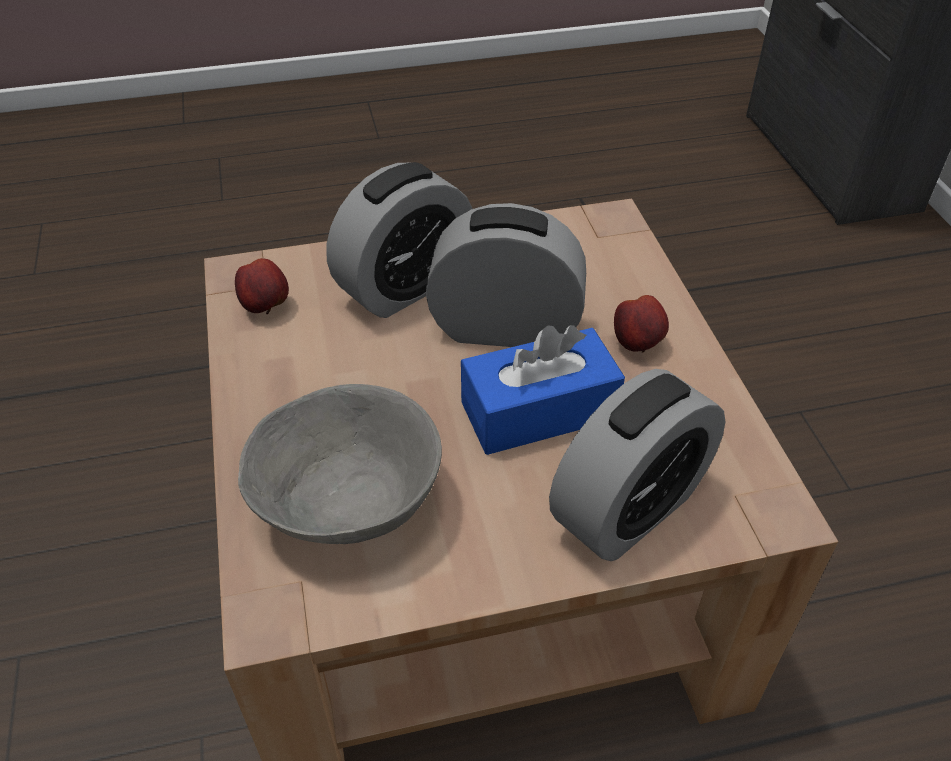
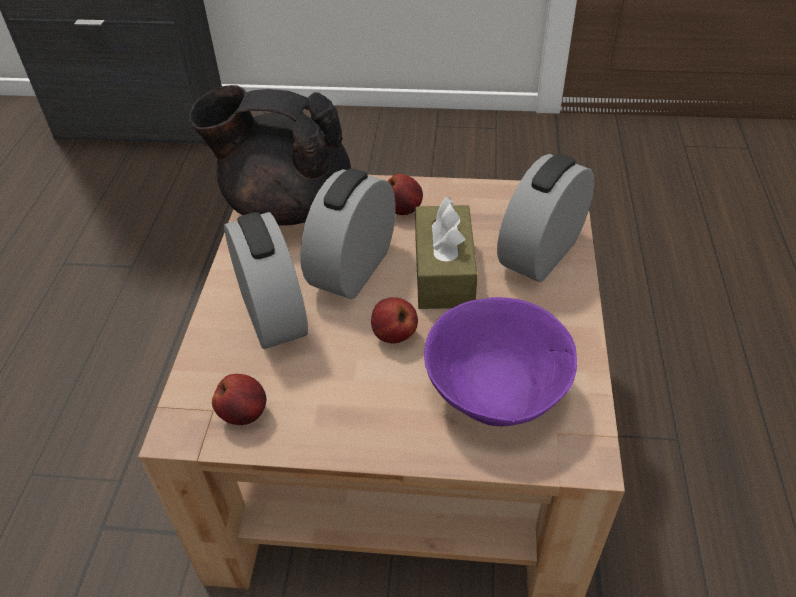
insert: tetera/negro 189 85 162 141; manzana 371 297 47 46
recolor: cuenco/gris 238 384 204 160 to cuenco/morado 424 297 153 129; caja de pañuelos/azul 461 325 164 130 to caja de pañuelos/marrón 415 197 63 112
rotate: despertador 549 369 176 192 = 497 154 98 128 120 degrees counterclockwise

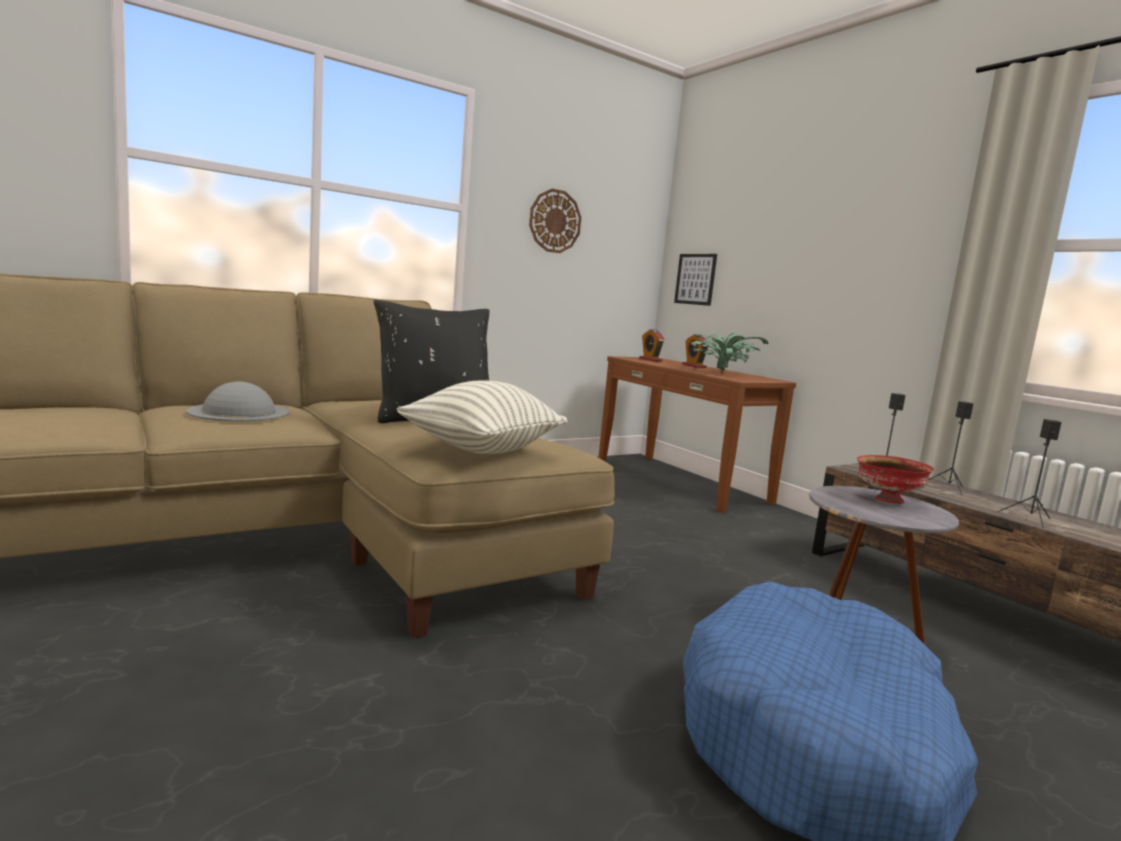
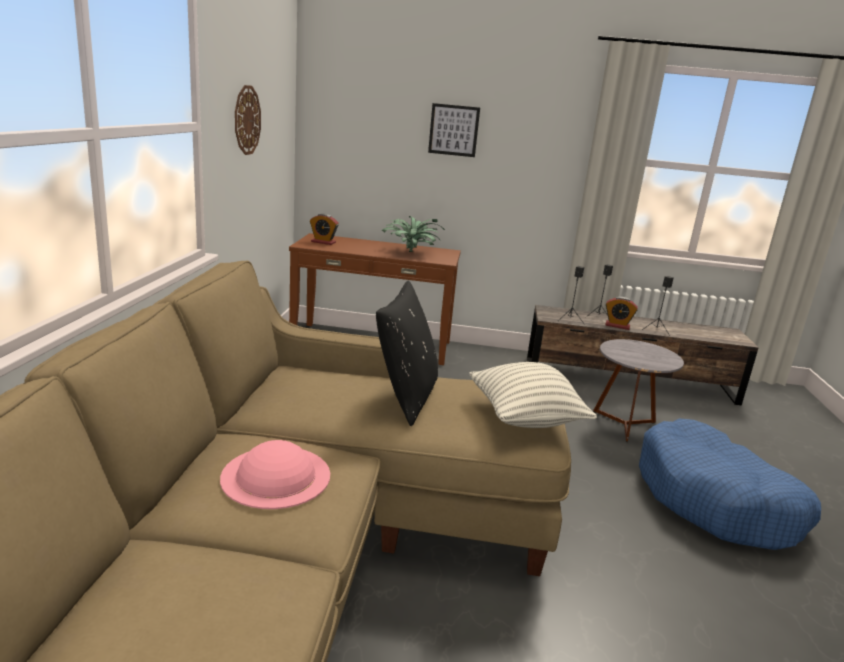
delete: cuenco/rojo 857 455 77 49
move: cuadro 674 254 43 52 to 428 103 52 54; despertador 682 334 26 34 to 605 297 33 33
recolor: sombrero/gris 186 381 104 40 to sombrero/rosa 220 440 110 69

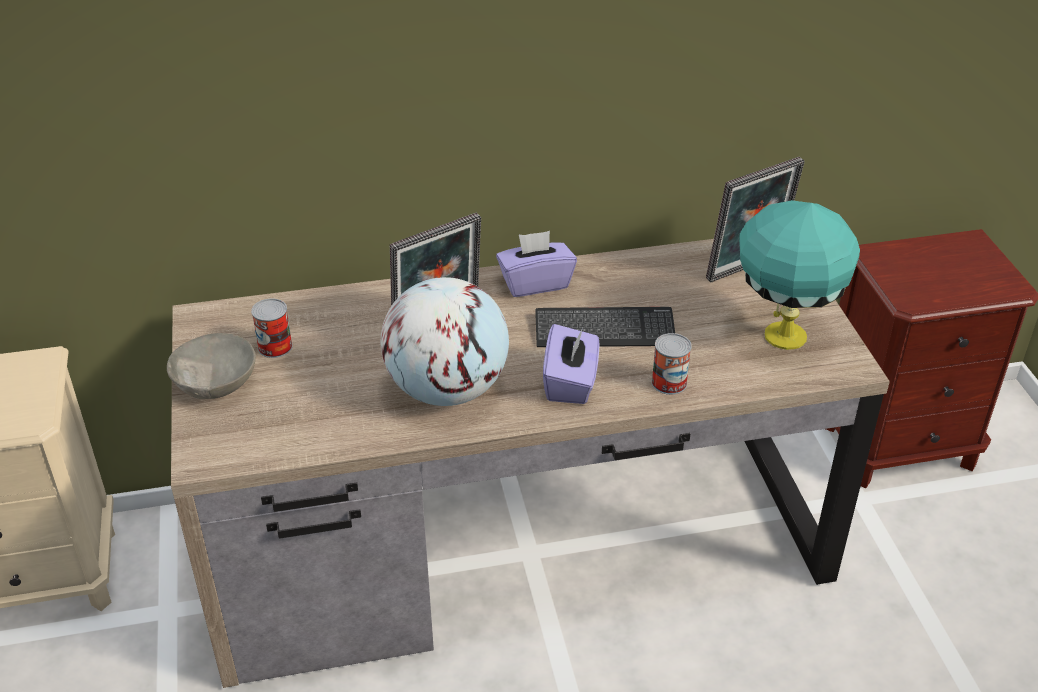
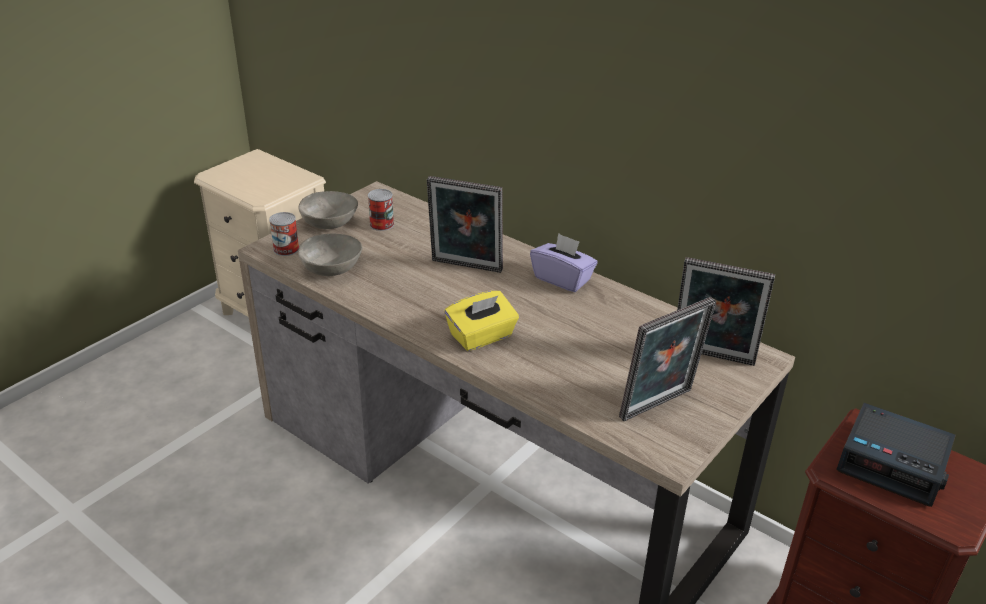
delete: globo terráqueo 381 277 128 129; teclado 535 307 140 40
insert: cuenco/gris 298 233 64 43; despertador 836 403 120 104
move: lata 651 333 41 62 to 269 212 30 44
replace: lámpara de mesa/turquesa 739 200 121 150 to portarretratos 619 297 97 124
recolor: caja de pañuelos/morado 543 324 57 80 to caja de pañuelos/amarillo 445 291 74 60

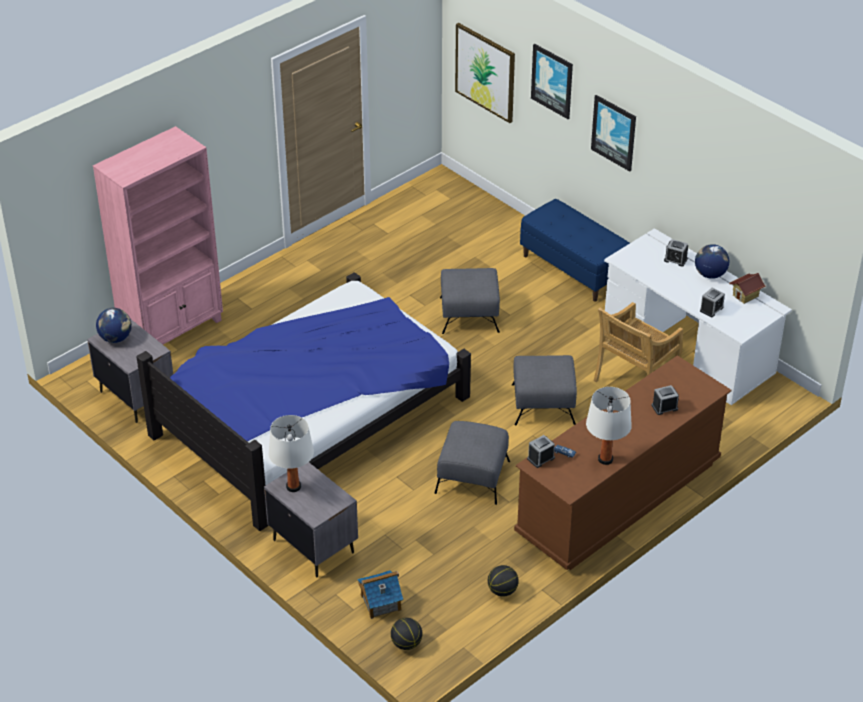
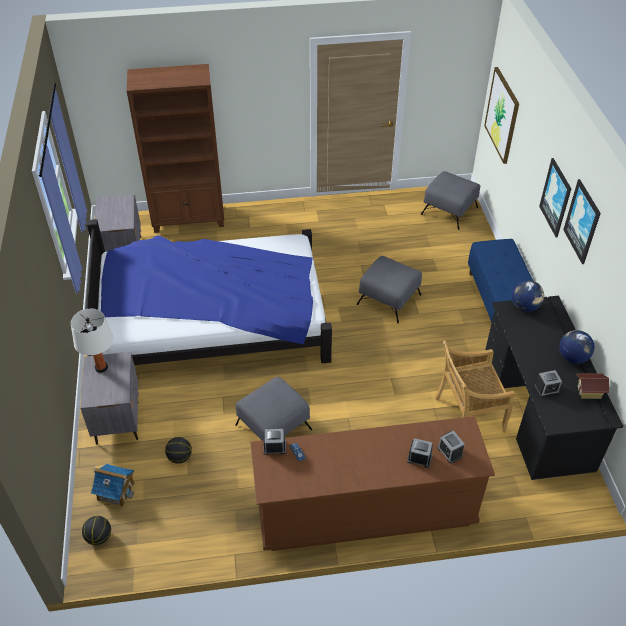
delete: lámpara de mesa/blanco 586 387 46 78
move: globo terráqueo 96 308 36 35 to 512 280 32 32; balón de baloncesto 488 565 31 32 to 165 437 27 27; puf/gris 512 355 65 71 to 421 171 59 59; cuadro 531 44 42 75 to 563 179 38 85; despertador 664 239 24 28 to 437 431 28 32
recolor: estantería/rosa 93 126 130 218 to estantería/marrón 127 64 97 169; escritorio/blanco 604 228 188 177 to escritorio/negro 485 296 138 184

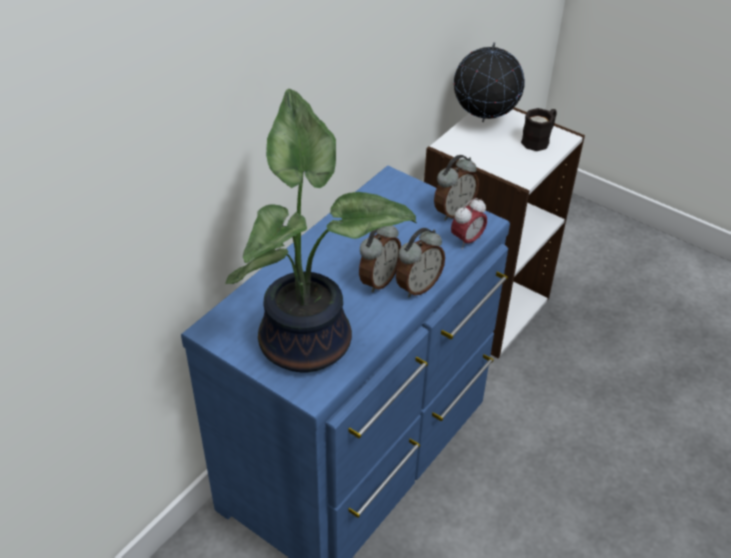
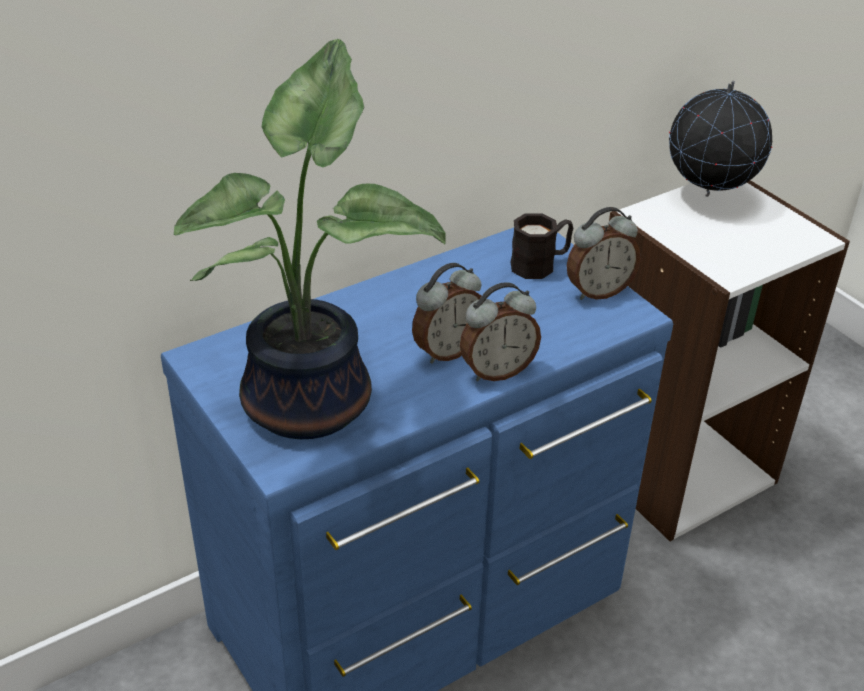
delete: despertador 451 198 36 51
move: taza grande/negro 521 108 36 43 to 511 213 62 66

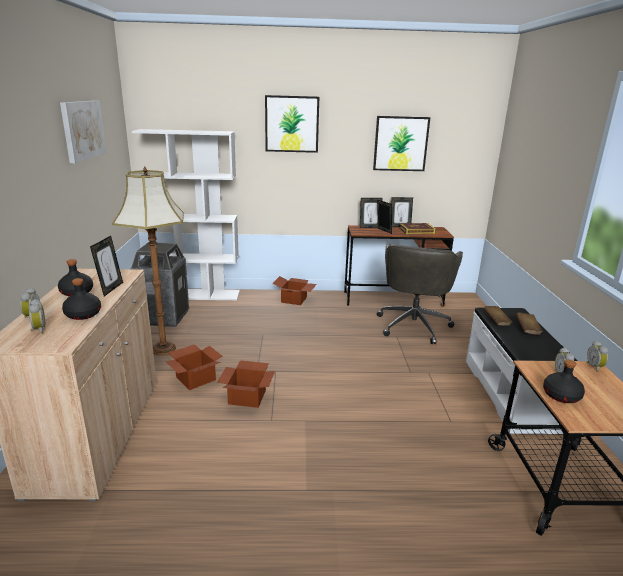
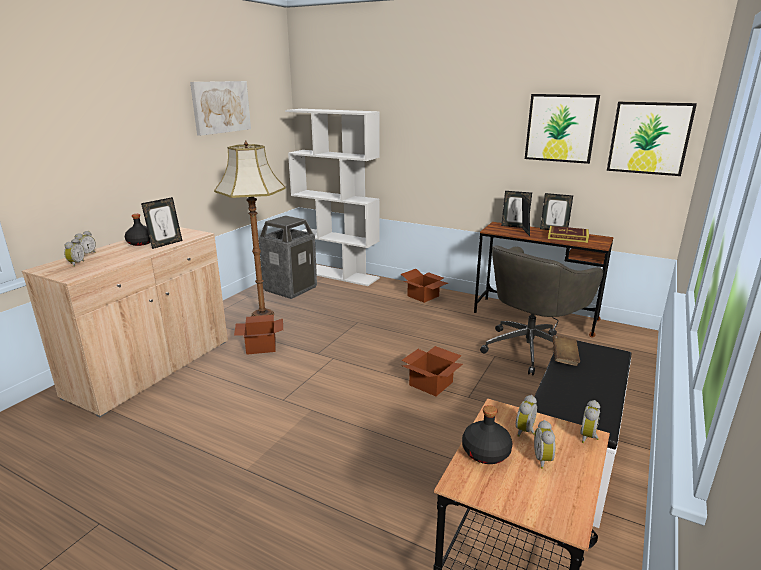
delete: botella/negro 62 278 39 42; libro/marrón 516 312 27 23
insert: despertador 534 420 22 49
move: caja de cartón 217 360 58 48 to 402 346 61 50; cuadro 265 95 54 58 to 607 102 90 74

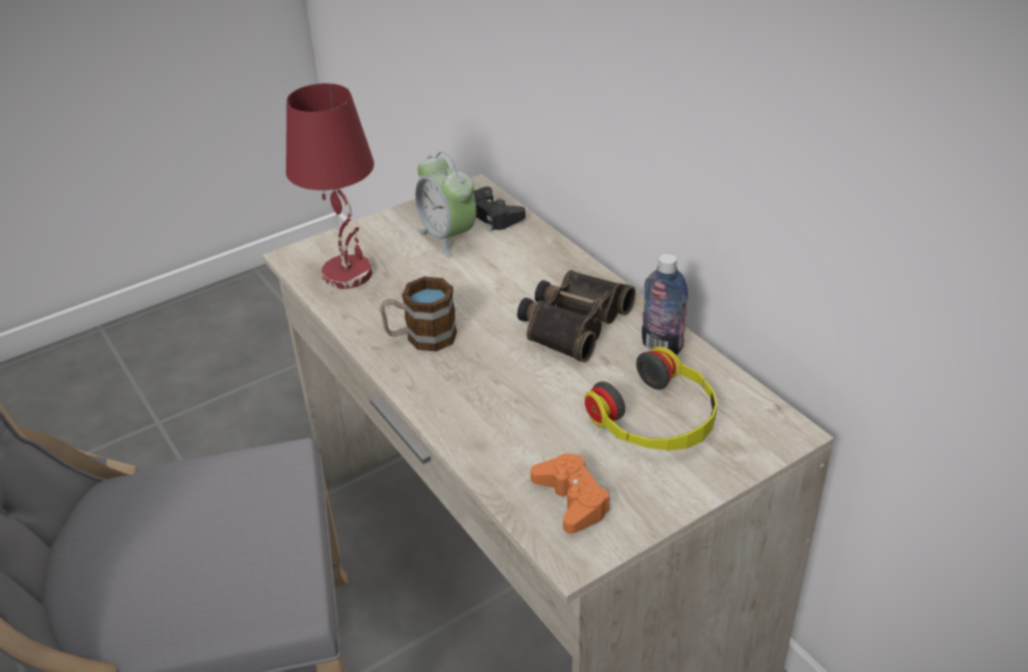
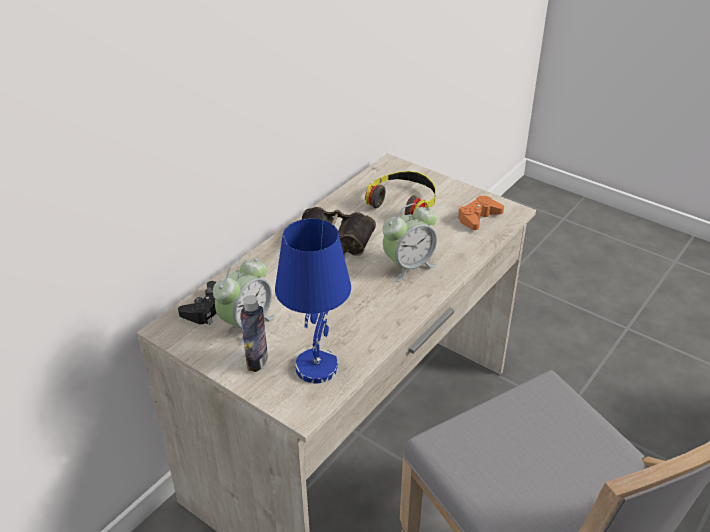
delete: taza grande 380 277 77 74
insert: despertador 383 203 54 79
move: botella 642 254 46 101 to 240 295 28 77
recolor: lámpara de mesa/rojo 286 83 88 206 to lámpara de mesa/azul 275 218 76 165

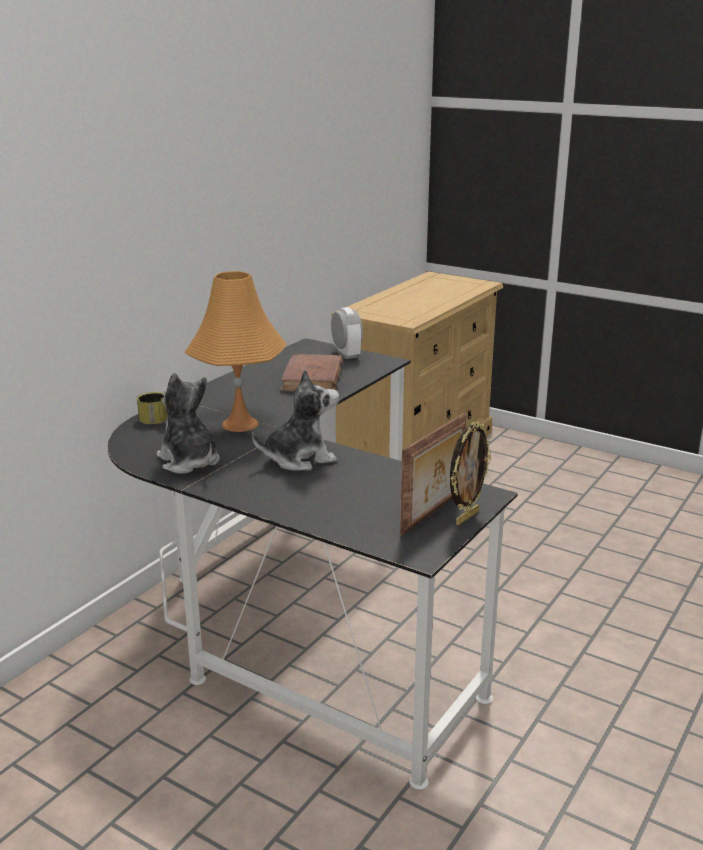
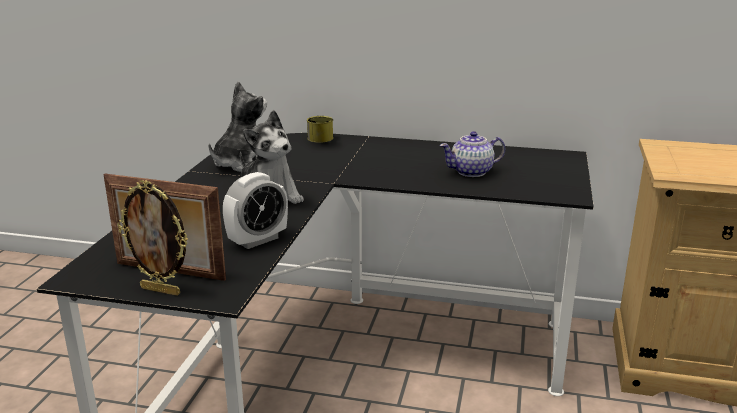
delete: lámpara de mesa/naranja 185 271 101 161
move: despertador 331 307 32 52 to 223 172 65 77
replace: libro/marrón 280 354 63 38 to tetera 440 131 65 46

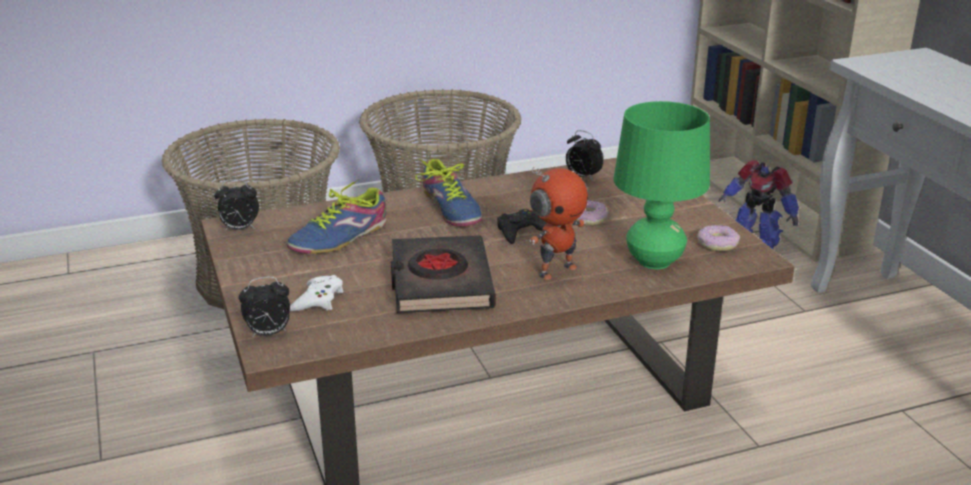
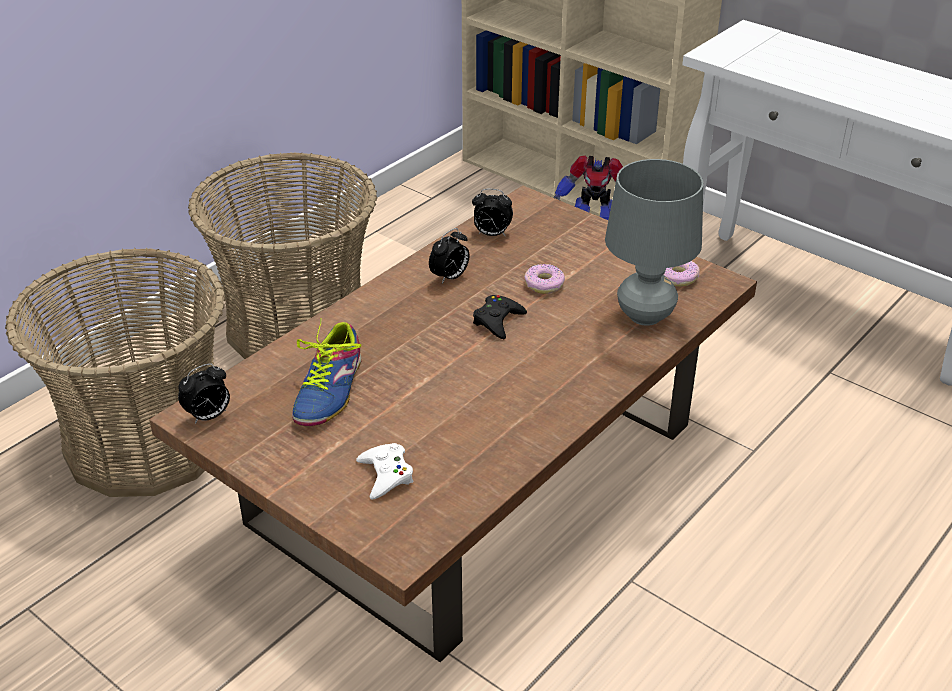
delete: libro/negro 391 235 105 78; zapato 415 158 67 69; robot de juguete 529 167 59 113
move: despertador 239 276 51 62 to 429 228 41 56
recolor: lámpara de mesa/verde 614 101 96 168 to lámpara de mesa/gris 605 159 98 167

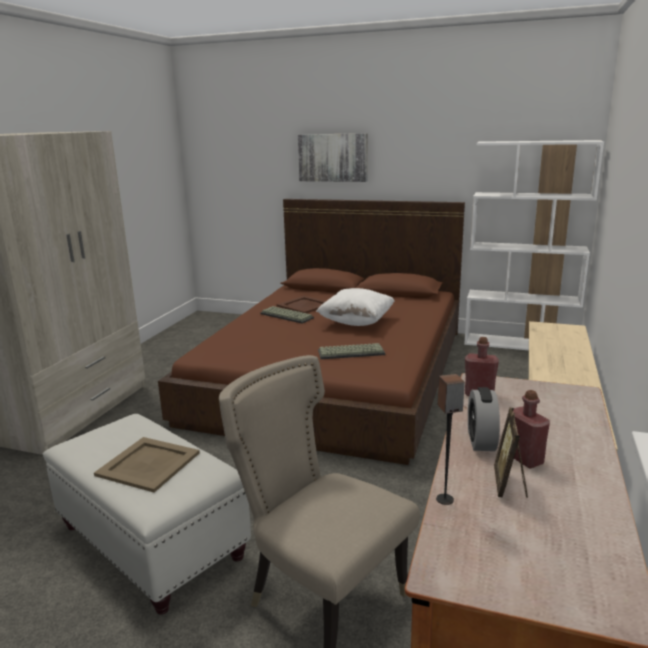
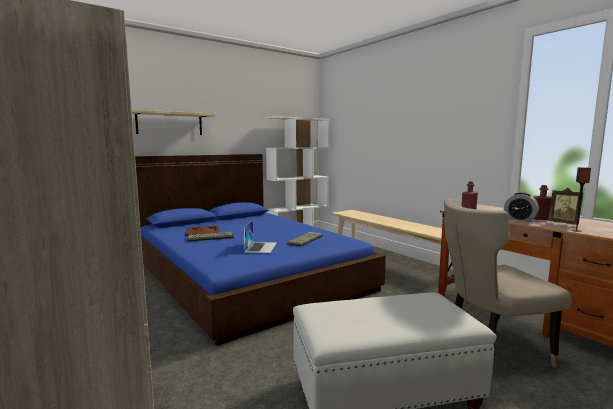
delete: bandeja/beis 94 437 106 56; cojín/blanco 316 288 79 38
insert: portátil 243 220 34 33
replace: cuadro 298 133 69 49 to estante/beis 132 109 83 26
recolor: cama/marrón 158 199 307 266 to cama/azul 135 154 251 192

